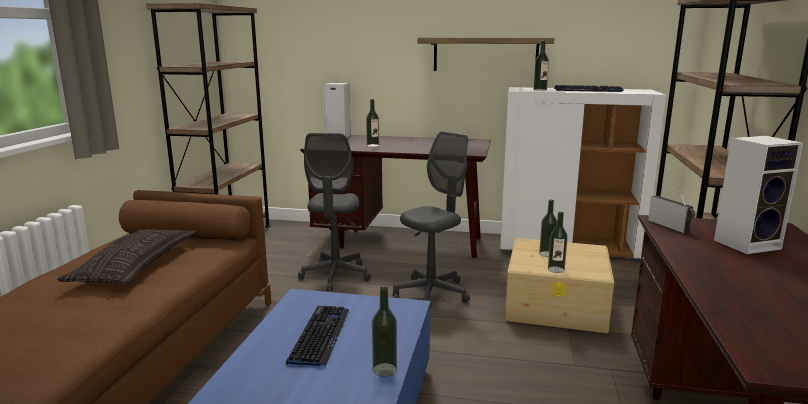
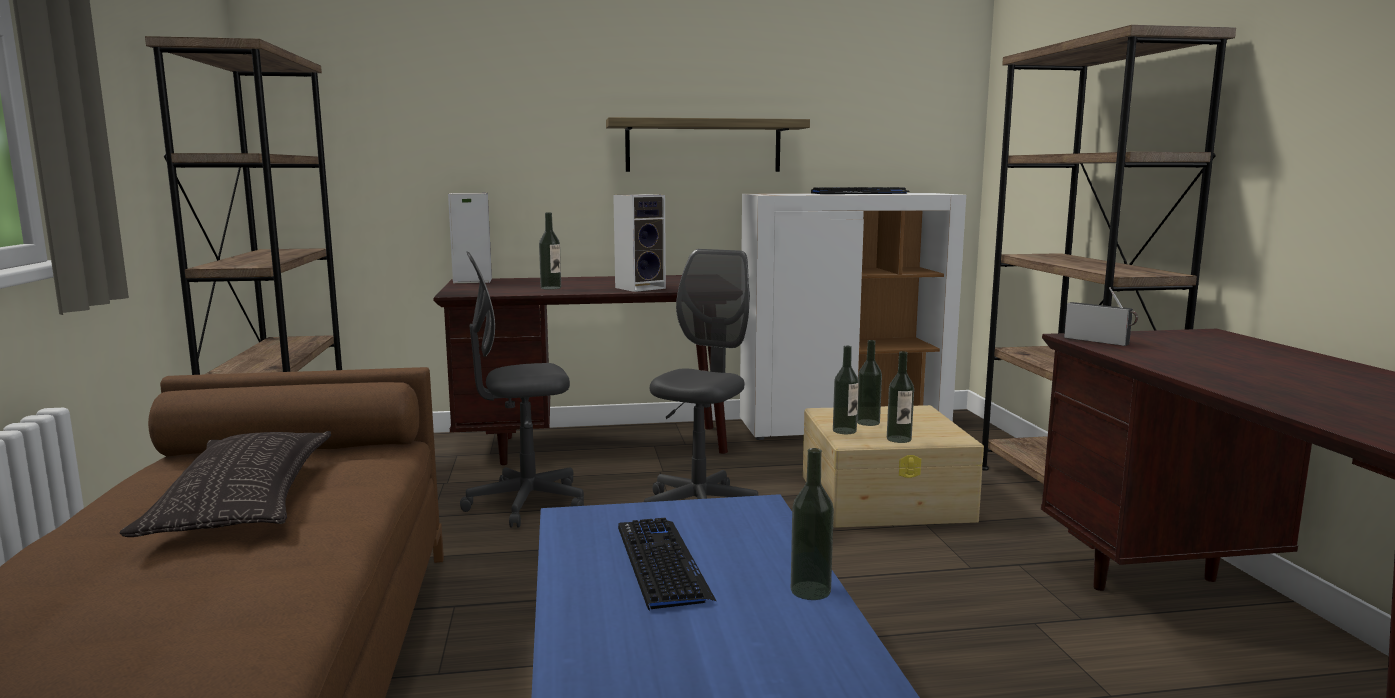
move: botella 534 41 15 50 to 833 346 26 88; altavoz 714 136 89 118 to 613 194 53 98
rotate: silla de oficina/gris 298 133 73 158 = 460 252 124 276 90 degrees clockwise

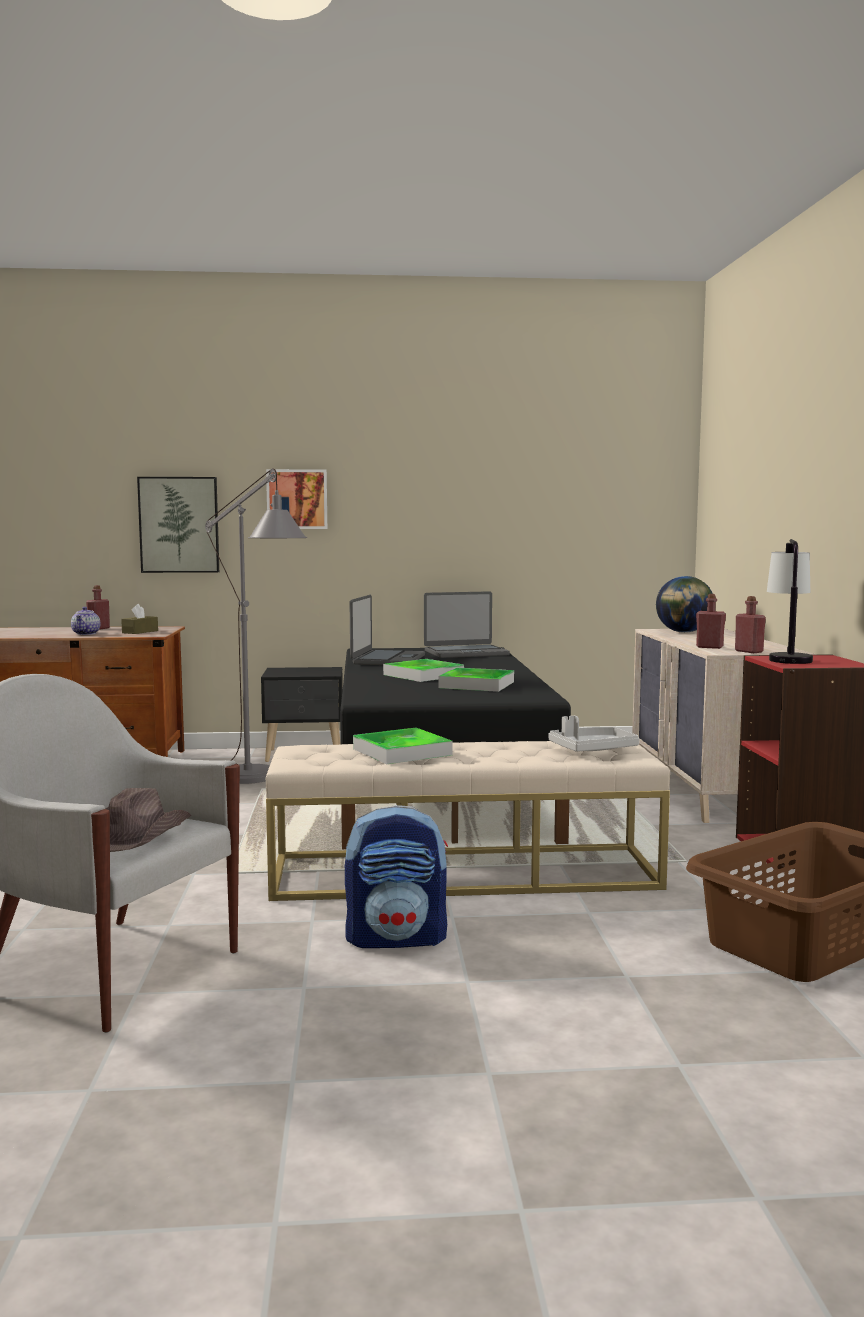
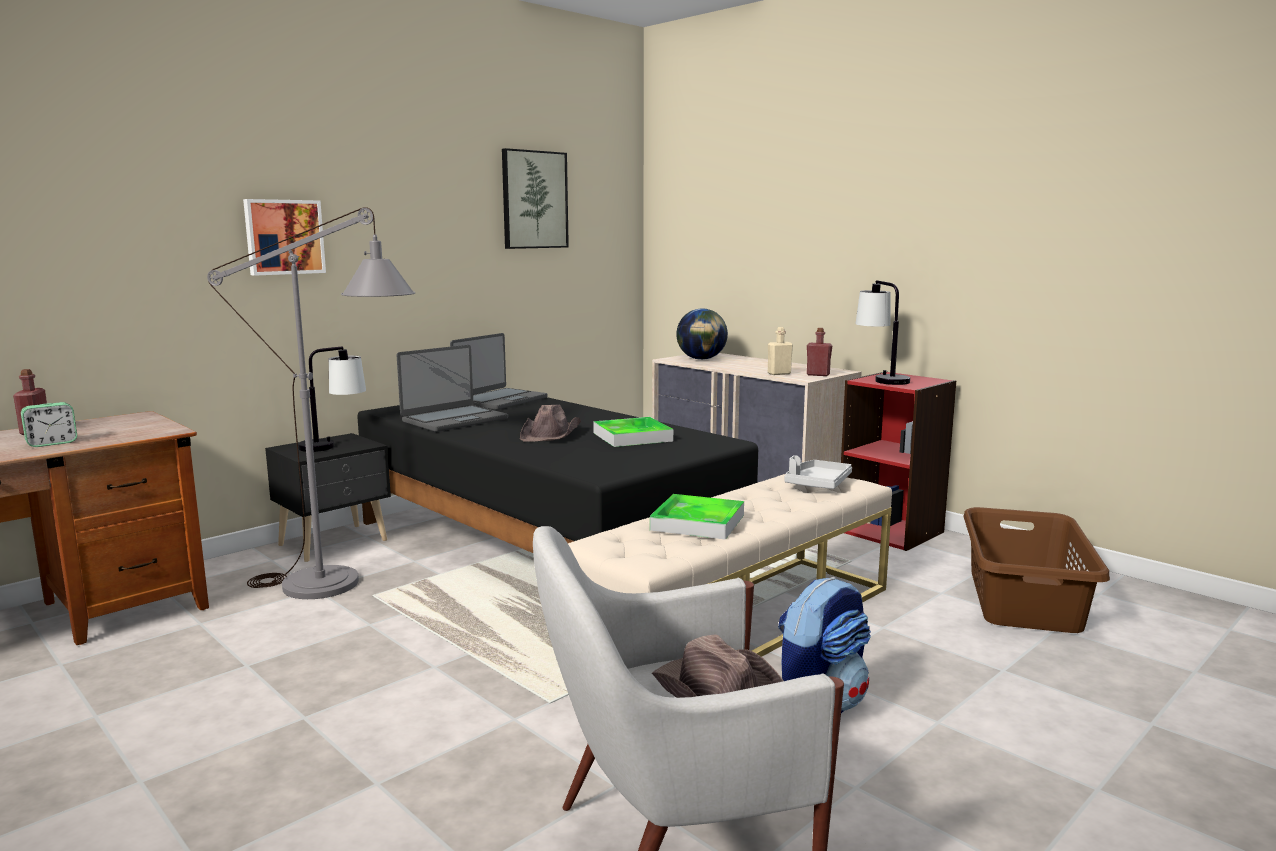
delete: caja de pañuelos/marrón 121 604 37 30
insert: lámpara de mesa 298 346 68 106
move: cuadro 137 477 82 96 to 502 148 67 101
replace: tetera 71 607 29 28 to despertador 21 402 56 45; bandeja 383 659 81 23 to sombrero/marrón 520 405 61 37
recolor: botella/rojo 696 594 30 55 to botella/beis 768 327 25 48
rotate: portátil 350 595 75 70 = 397 345 111 87 75 degrees clockwise

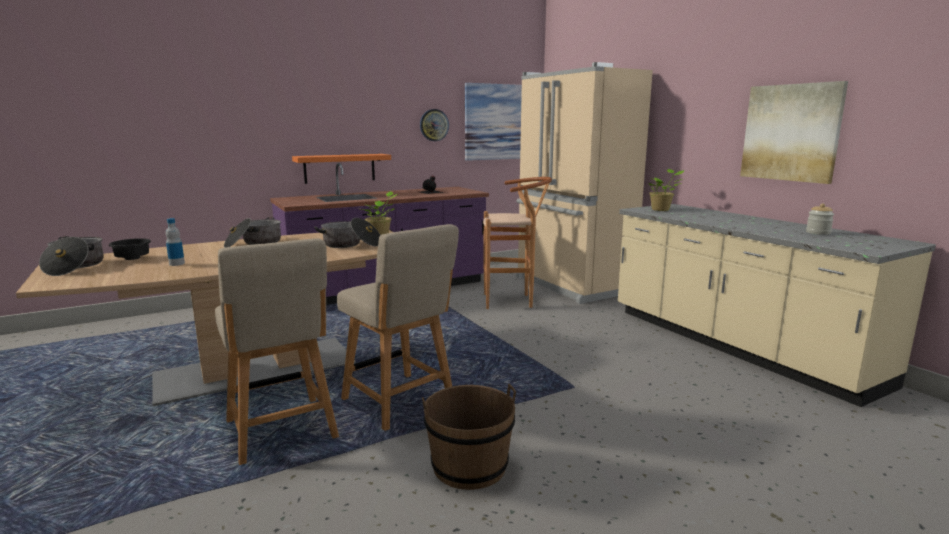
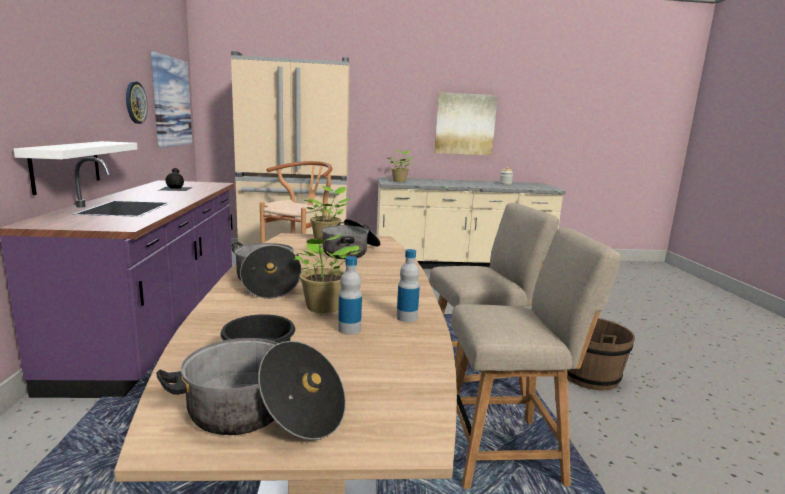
insert: planta en maceta 293 234 68 79; botella 397 249 23 73
recolor: estante/naranja 292 154 99 30 to estante/blanco 14 141 124 54

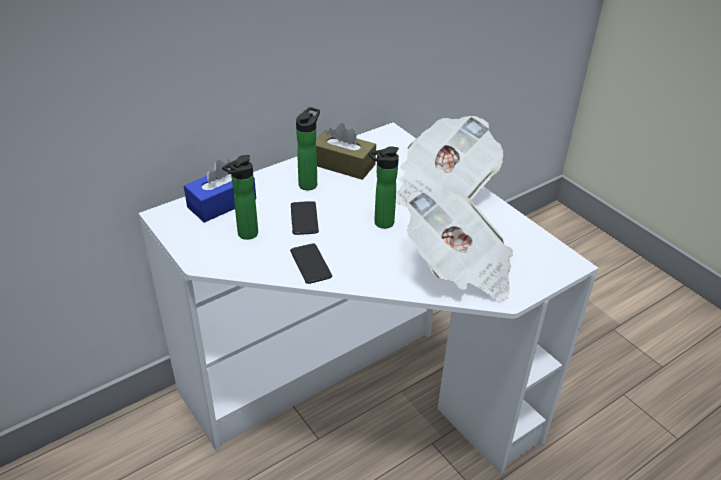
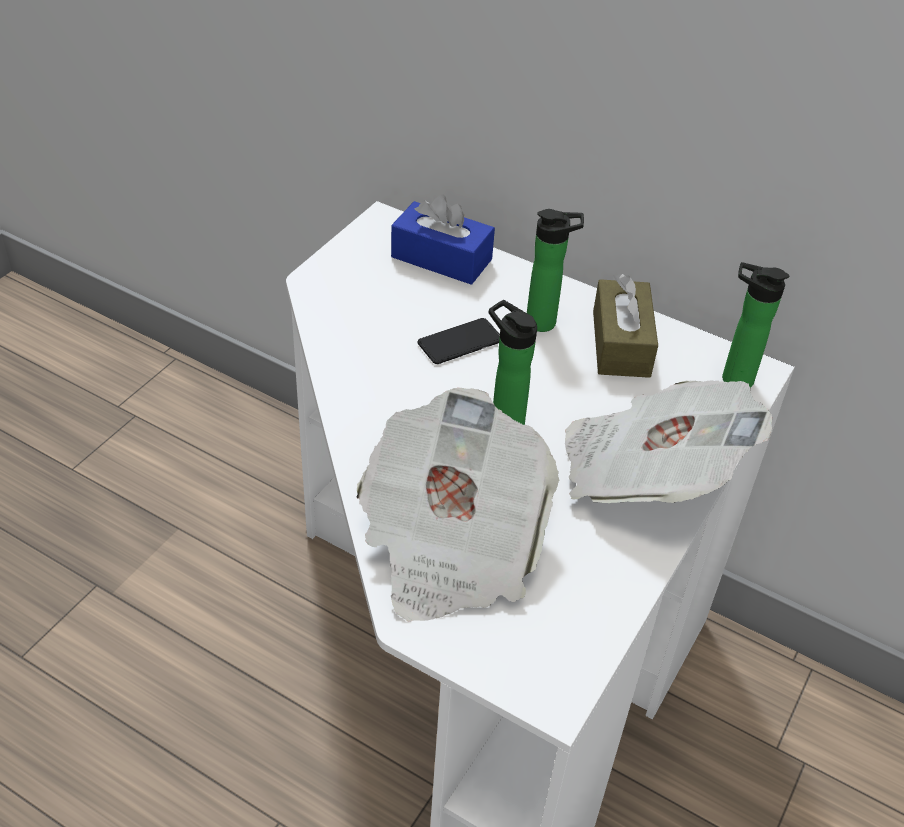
delete: móvil 290 244 42 40
move: botella 222 155 36 85 to 722 262 67 126

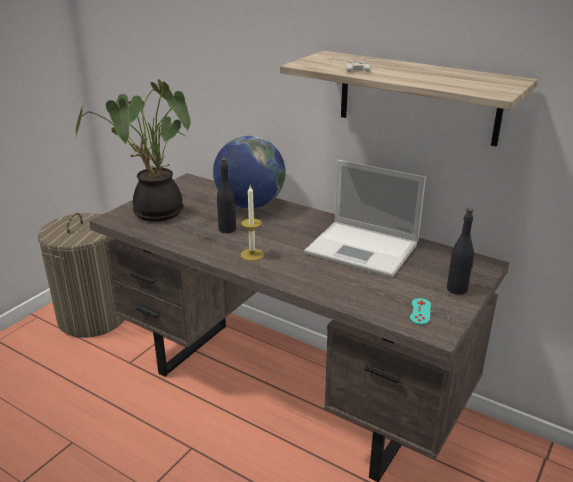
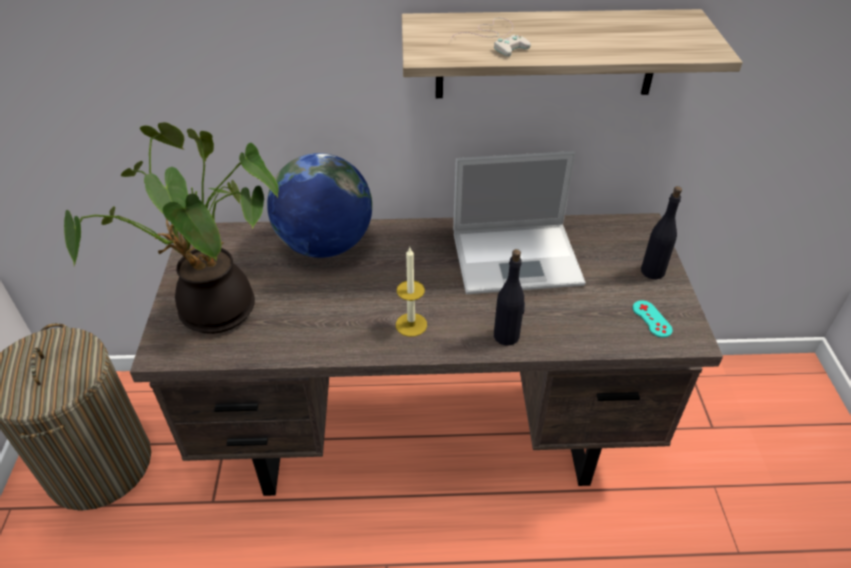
move: botella/negro 217 158 19 75 to 494 249 31 97

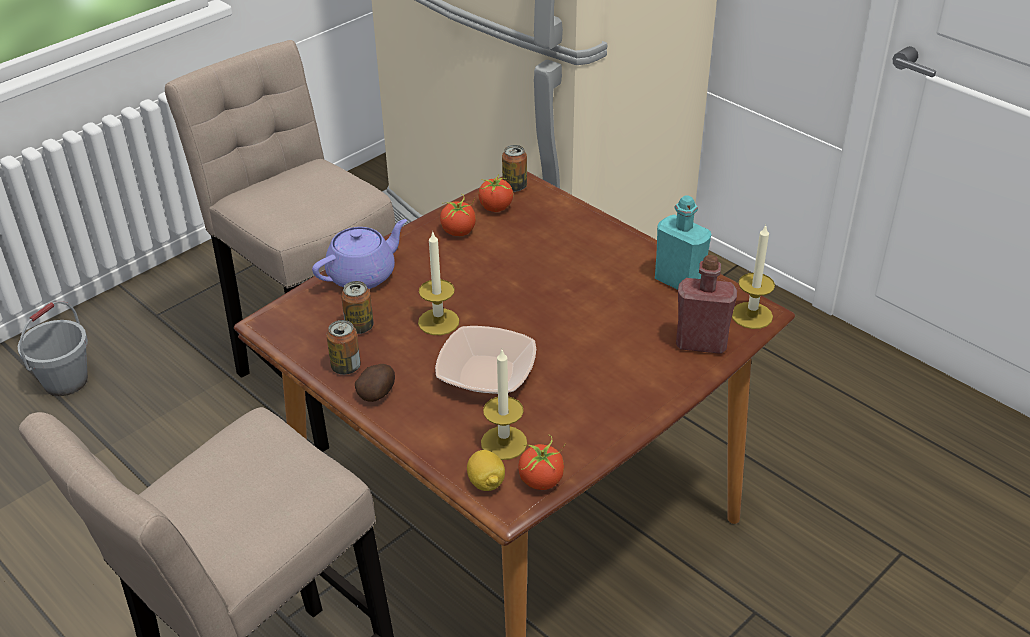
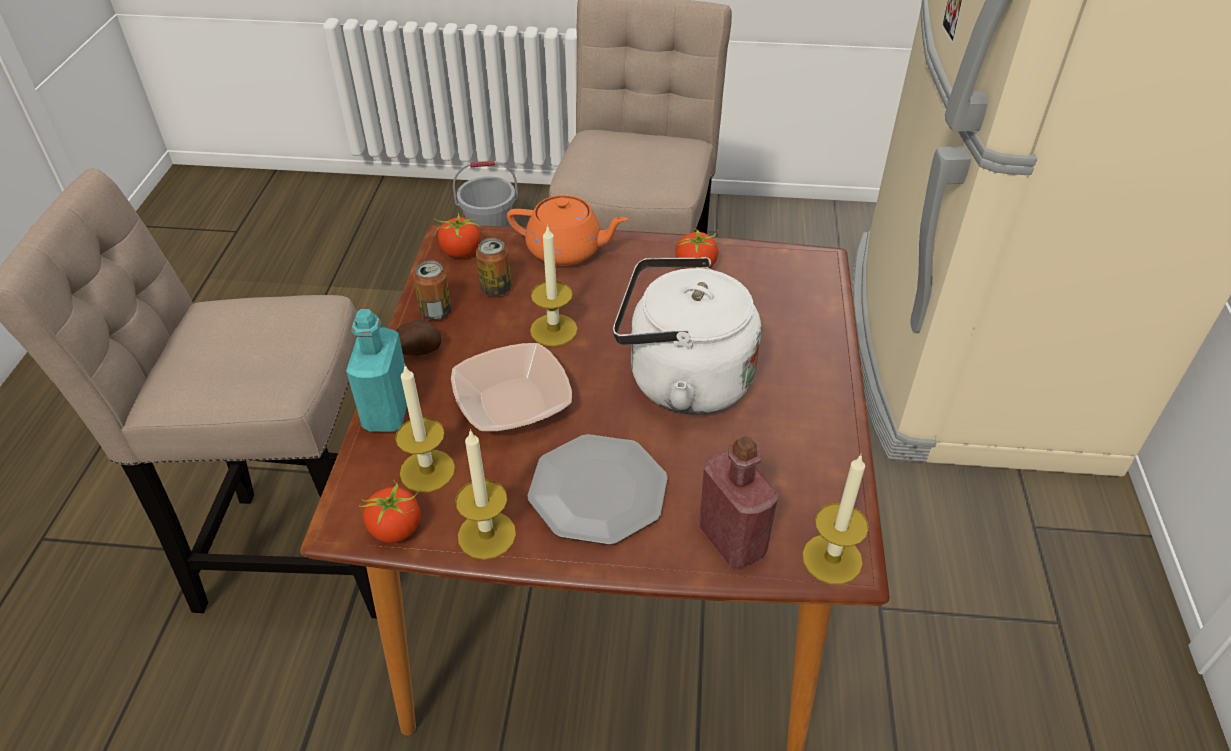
delete: limón 467 450 38 41; lata 502 145 25 47
insert: vela 456 429 60 131; plato 527 434 141 111; hervidor/blanco 613 257 148 157
move: tomate 478 174 35 38 to 434 213 47 45; botella/turquesa 655 195 56 95 to 346 309 61 123
recolor: tetera/morado 312 219 95 70 to tetera/naranja 507 195 121 71

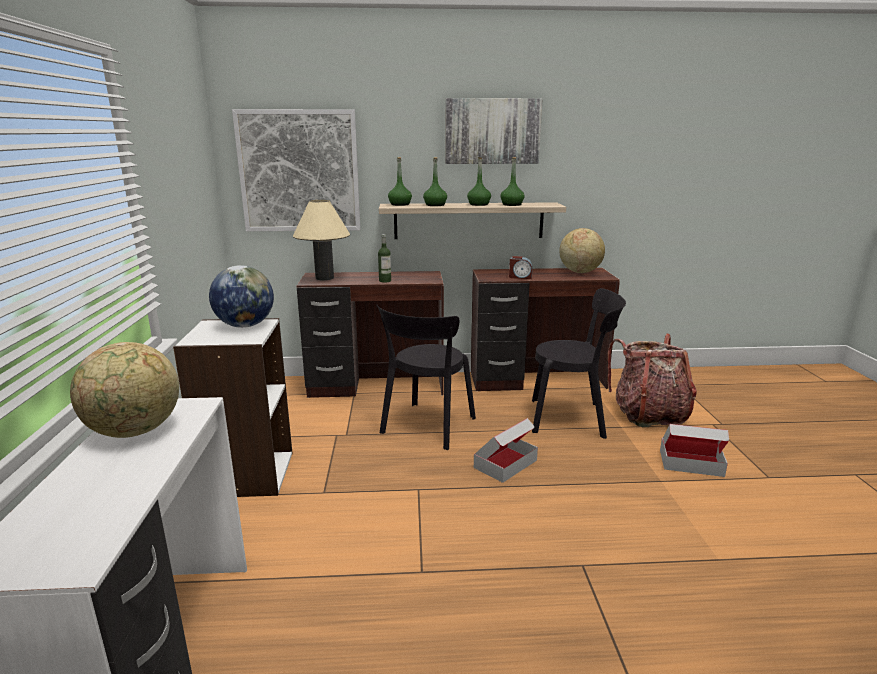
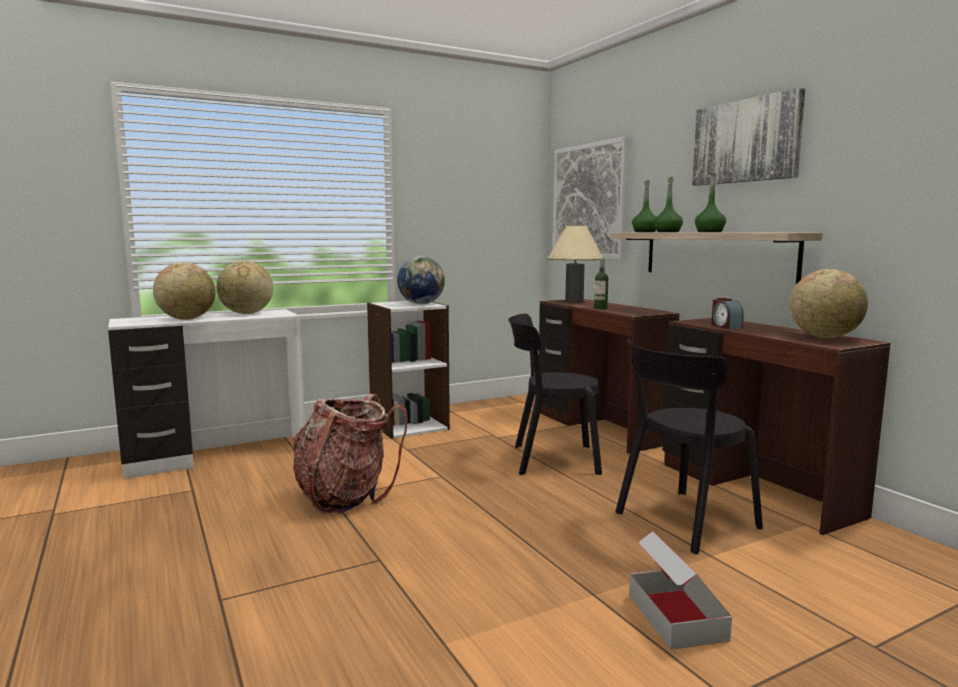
delete: caja de cartón 474 418 64 65; botella/verde 500 157 25 49
insert: globo terráqueo 153 262 63 58
move: mochila 608 334 89 93 to 292 394 116 120
rotate: silla/negro 532 288 94 151 = 616 339 147 216 75 degrees clockwise

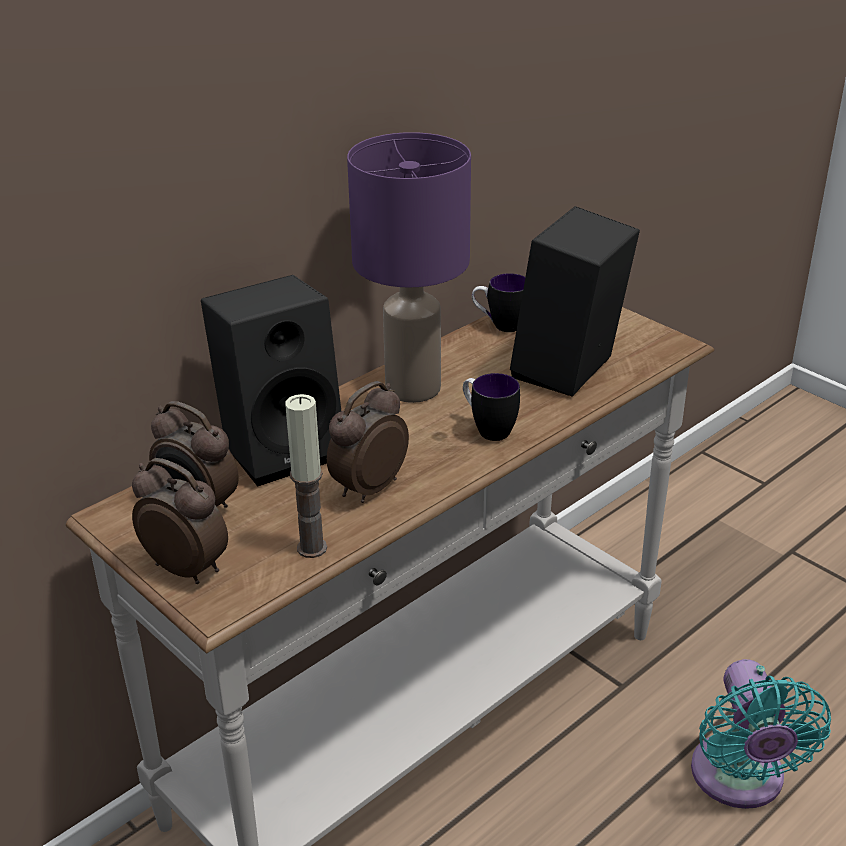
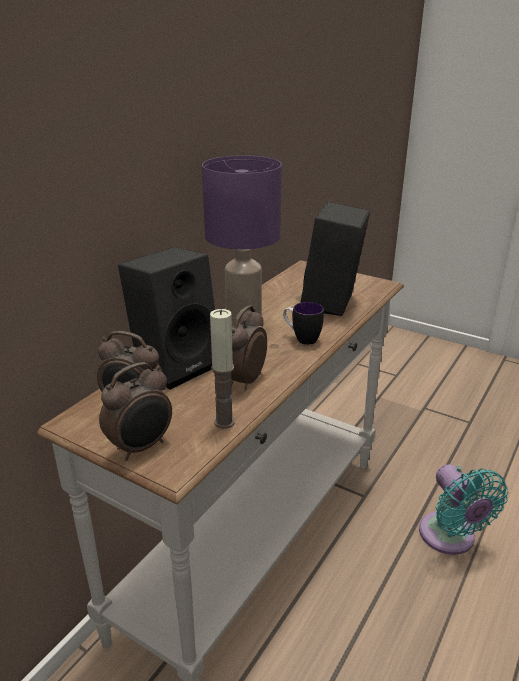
delete: taza grande 472 273 53 59
rotate: despertador 132 458 96 126 = 99 362 73 99 120 degrees clockwise

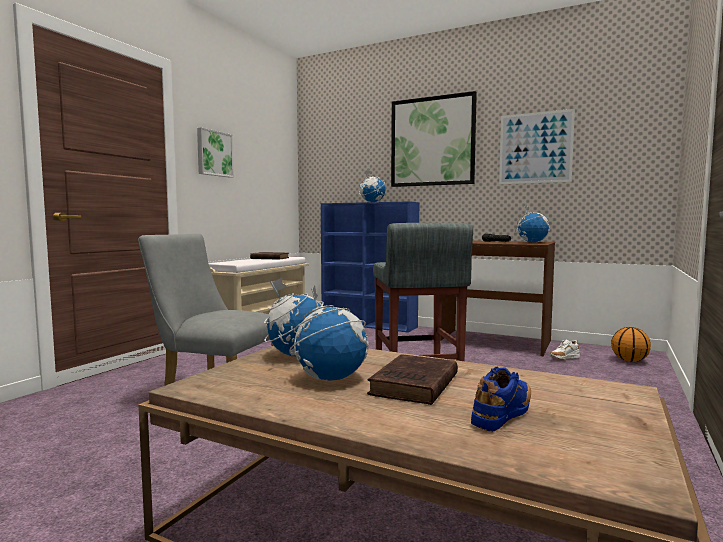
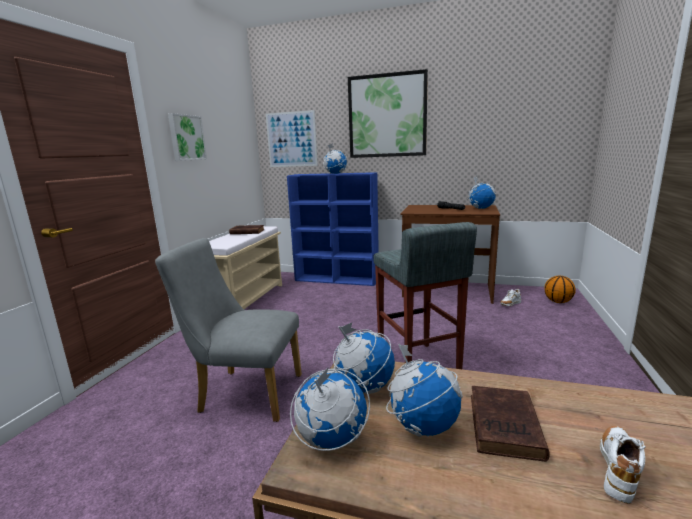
insert: globo terráqueo 290 368 80 83
move: cuadro 499 109 76 75 to 266 110 52 57
recolor: zapato/azul 471 367 60 65 to zapato/blanco 600 426 46 78

